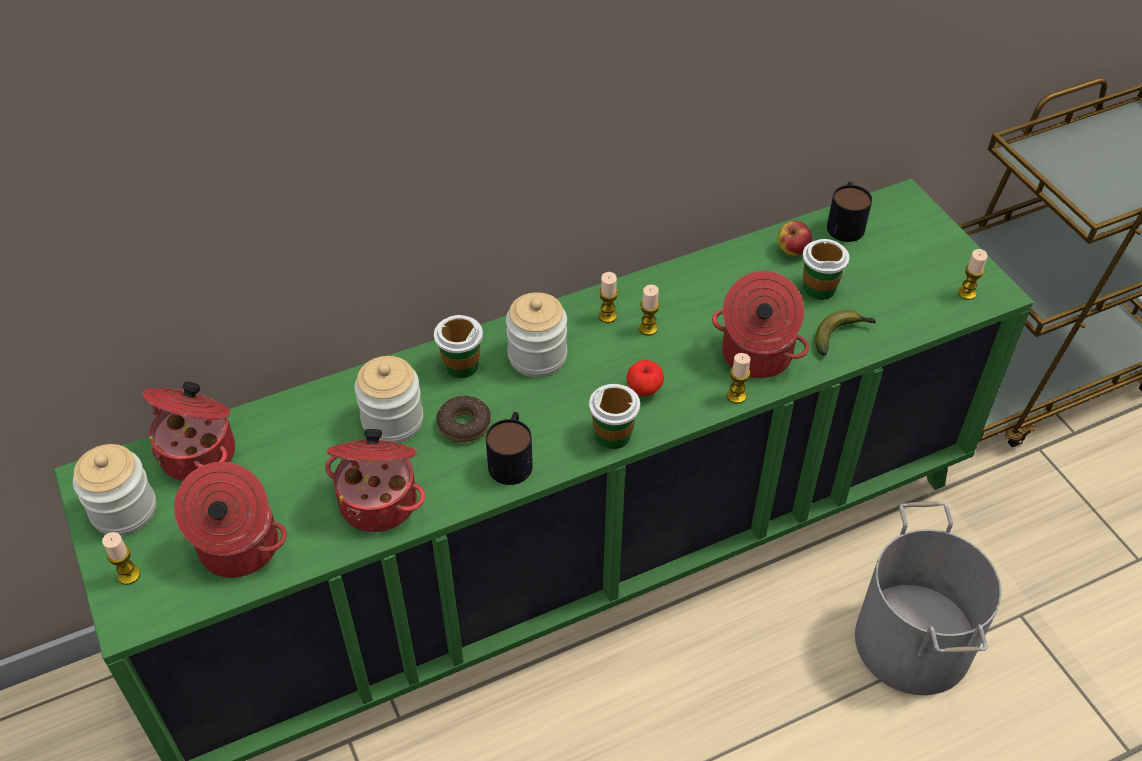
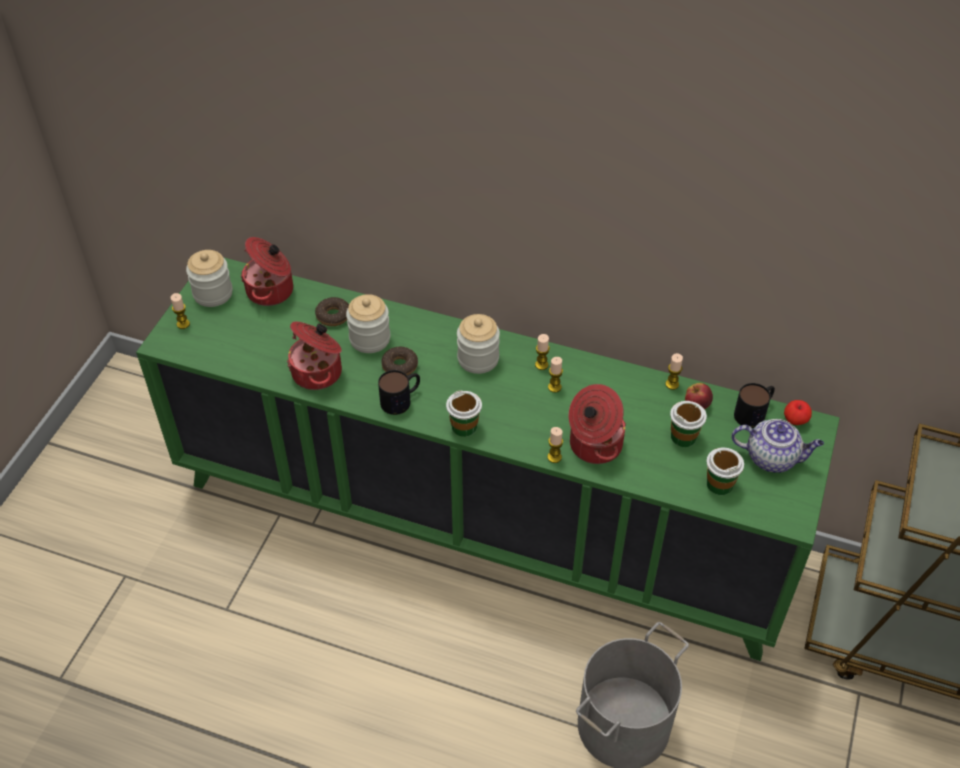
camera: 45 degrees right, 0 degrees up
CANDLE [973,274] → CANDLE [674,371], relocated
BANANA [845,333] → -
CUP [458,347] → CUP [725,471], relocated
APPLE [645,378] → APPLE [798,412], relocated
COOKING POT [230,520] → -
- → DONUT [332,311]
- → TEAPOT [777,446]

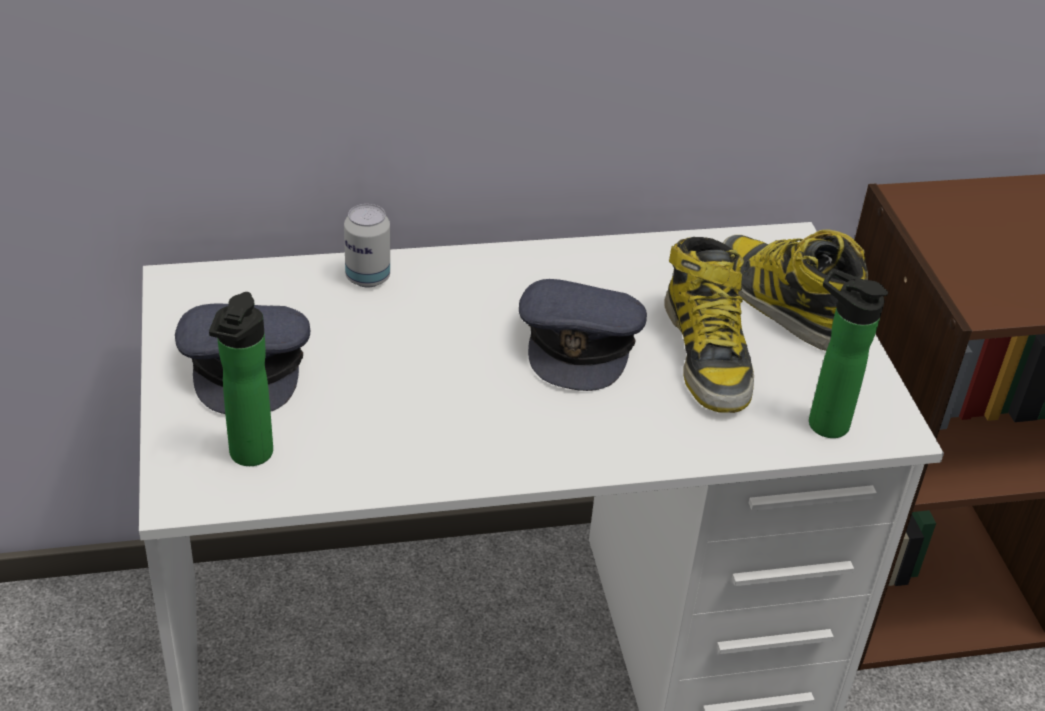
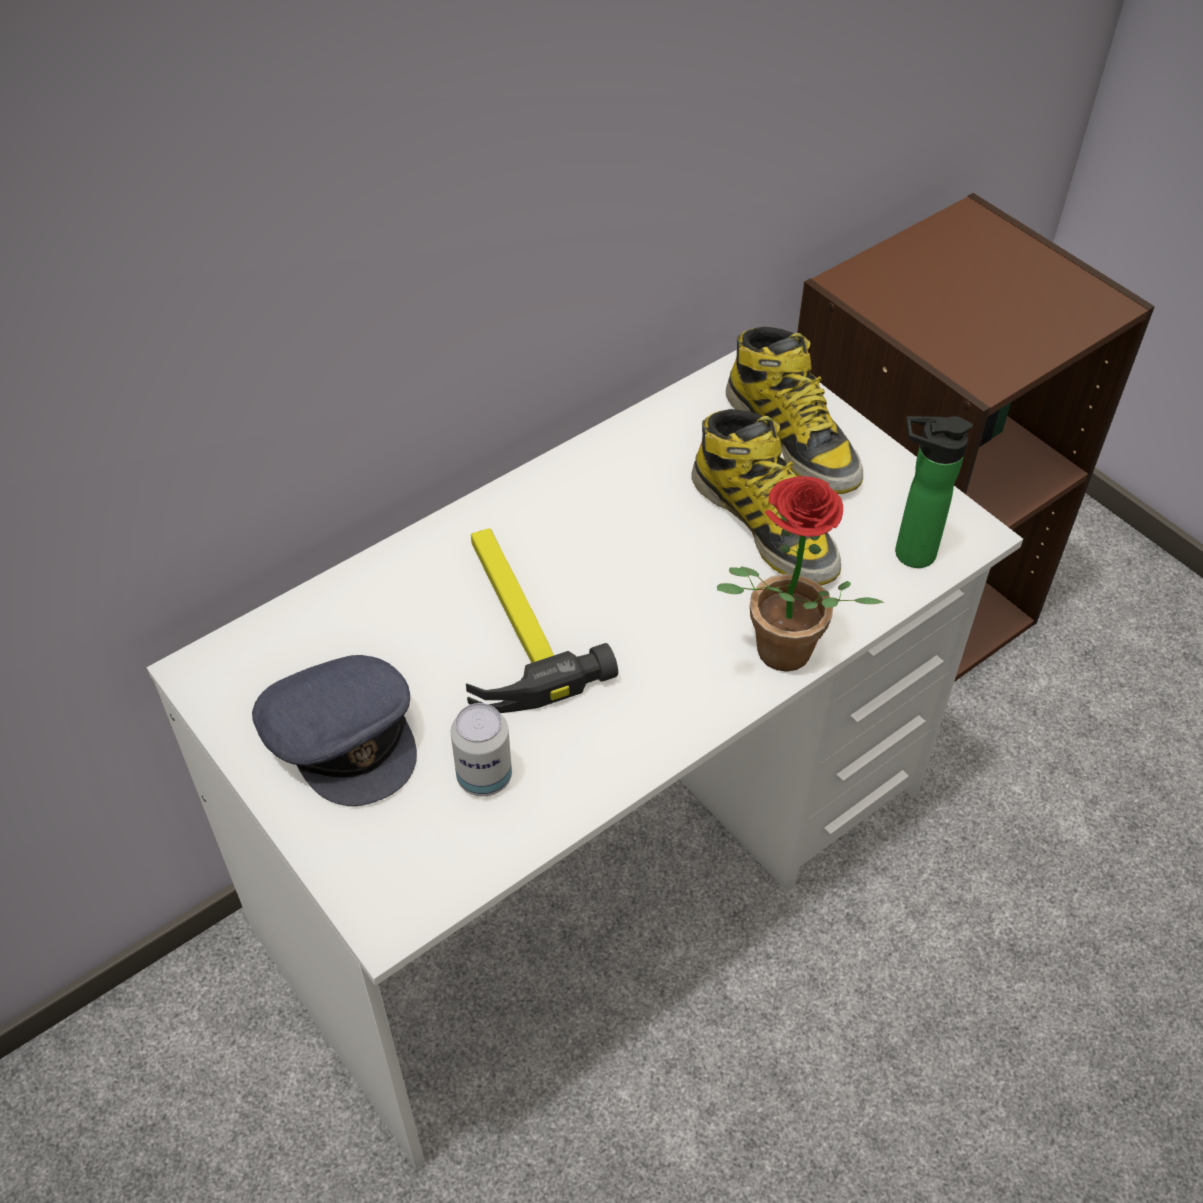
camera: 25 degrees left, 10 degrees up
CAN [367,245] → CAN [481,749], relocated
BOOT [795,290] → BOOT [794,410], 150 degrees counterclockwise
GREY CAP [583,335] → -
BOTTLE [241,379] → -
- → POTTED PLANT [800,574]
- → HAMMER [542,620]

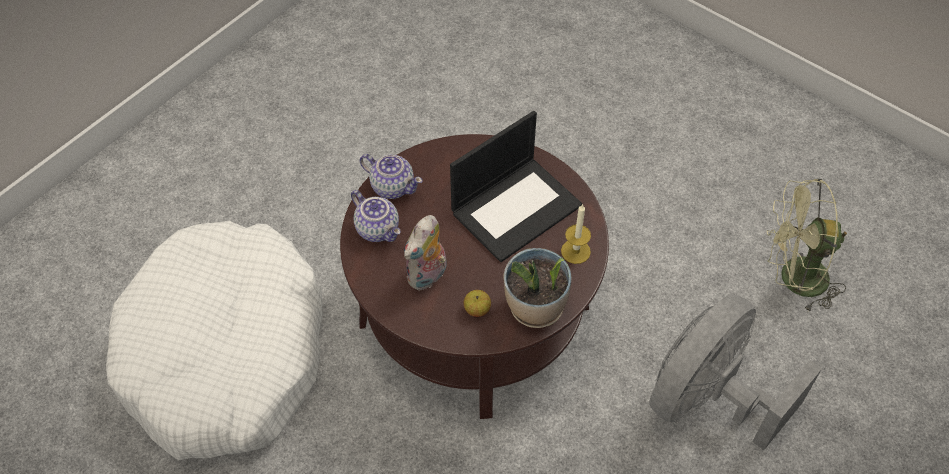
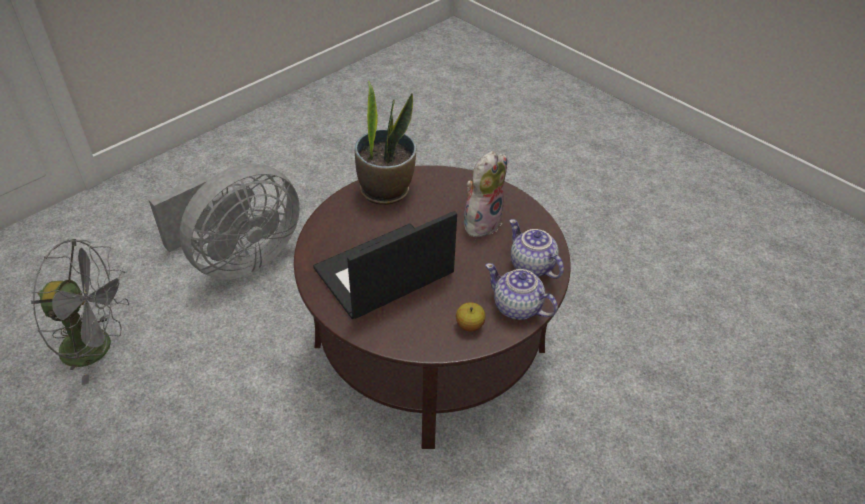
camera: 175 degrees left, 10 degrees down
GREEN FAN [807,246] → GREY FAN [80,312]
CANDLE [576,234] → -
WHITE DOG BED [214,340] → -
APPLE [477,303] → APPLE [471,316], relocated

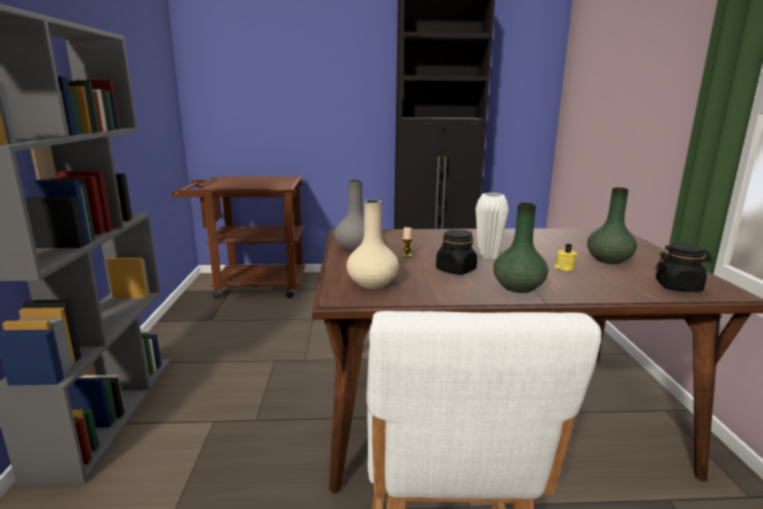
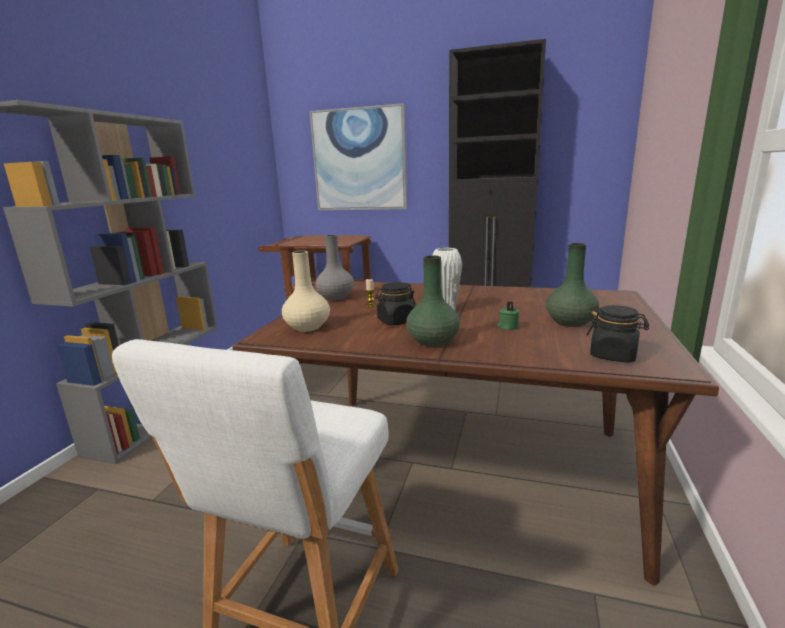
camera: 20 degrees right, 0 degrees up
YELLOW CANDLE [565,257] → GREEN CANDLE [508,315]
- → PICTURE [358,156]

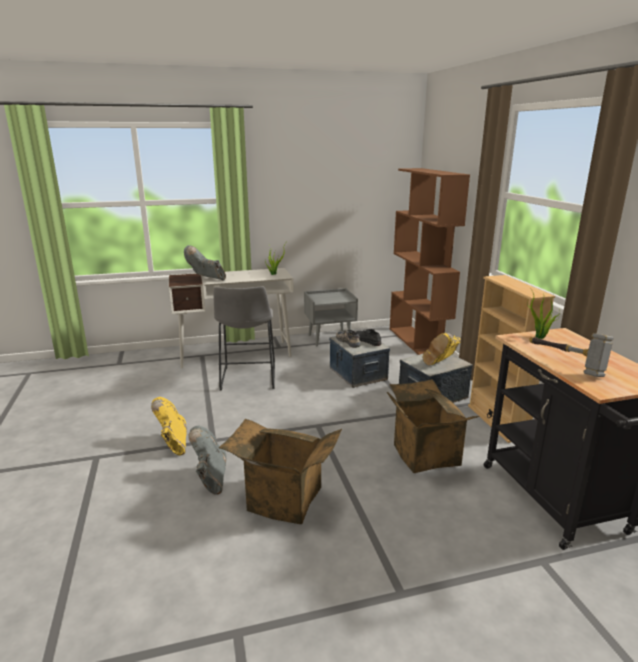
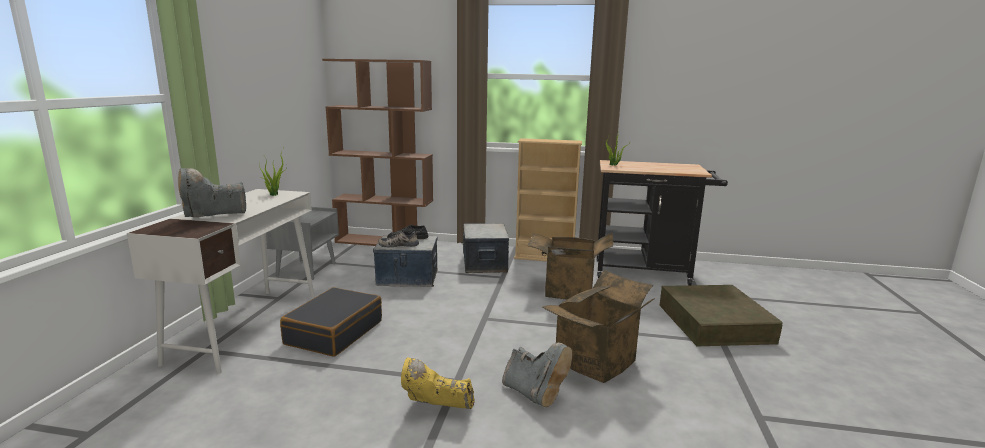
camera: 65 degrees left, 5 degrees down
GREY STOOL [244,338] → BLACK SUITCASE [331,322]
YELLOW BOOT [442,349] → -
HAMMER [571,355] → -
GREY BOOT [207,460] → GREY BOOT [537,375], 150 degrees counterclockwise
- → BROWN STORAGE BOX [721,316]

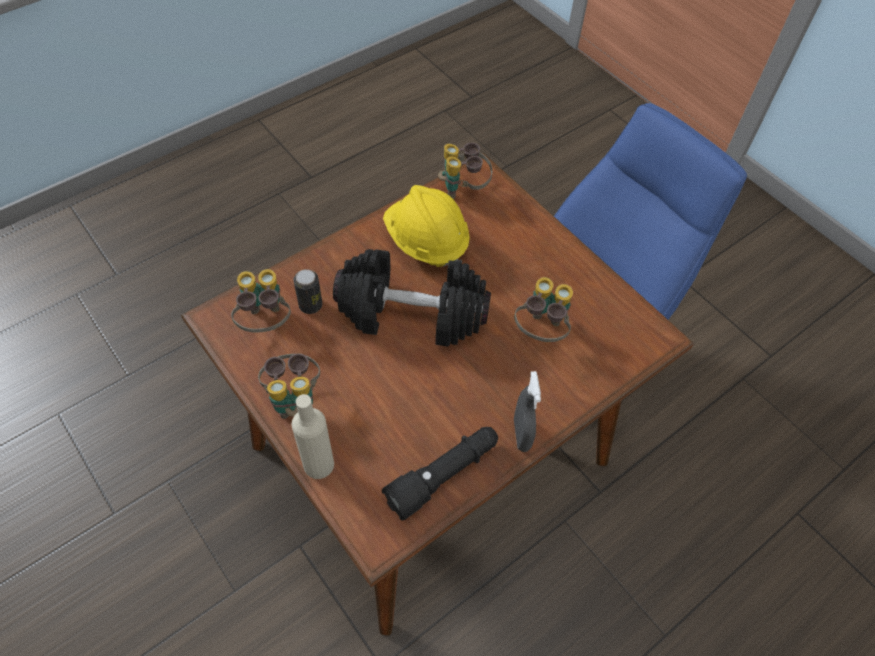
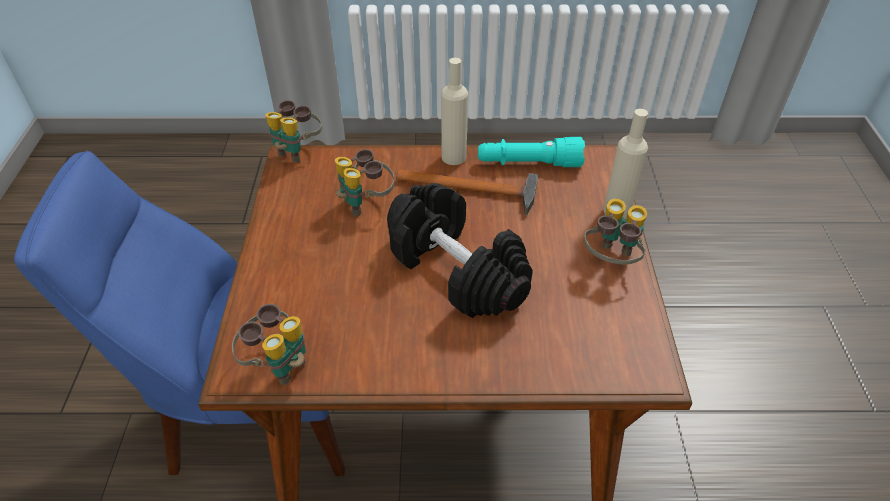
camera: 140 degrees left, 10 degrees down
YELLOW HARD HAT [426,226] → -
BINOCULARS [261,301] → BINOCULARS [293,131], relocated
CAN [307,291] → -
GREY SPRAY BOTTLE [527,411] → BEIGE BOTTLE [454,111]
BLACK FLASHLIGHT [440,474] → TURQUOISE FLASHLIGHT [531,152]
- → HAMMER [467,192]

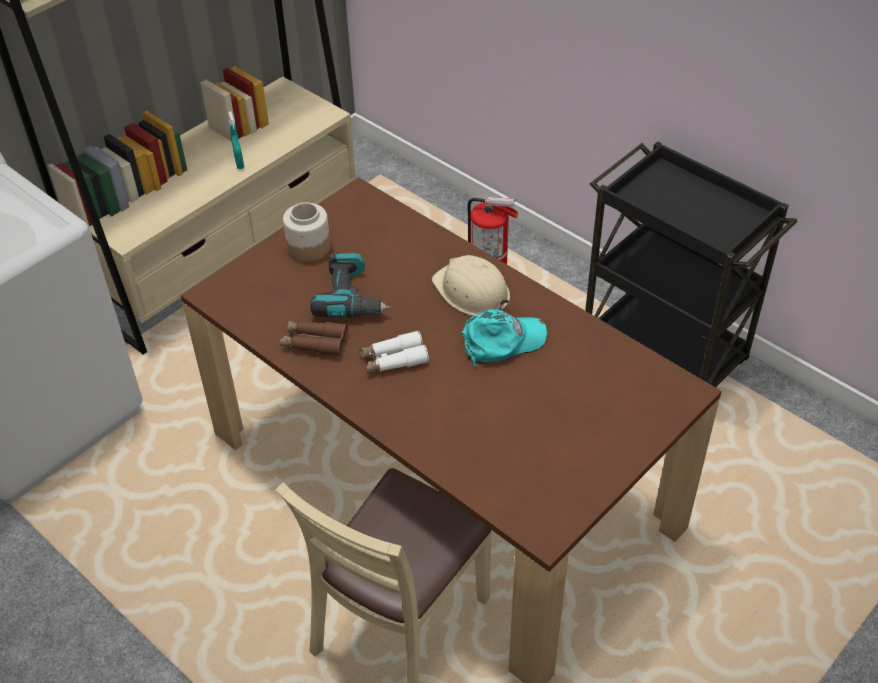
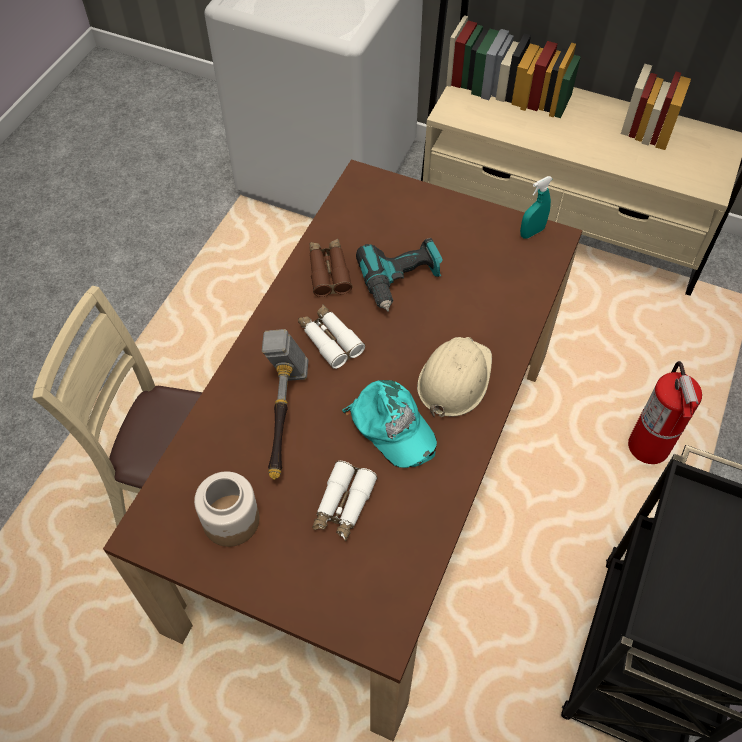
camera: 70 degrees right, 10 degrees up
TURQUOISE SPRAY BOTTLE [236,140] → TURQUOISE SPRAY BOTTLE [536,207], relocated
JAR [306,232] → JAR [226,509], relocated
- → HAMMER [285,404]
- → WHITE BINOCULARS [345,501]

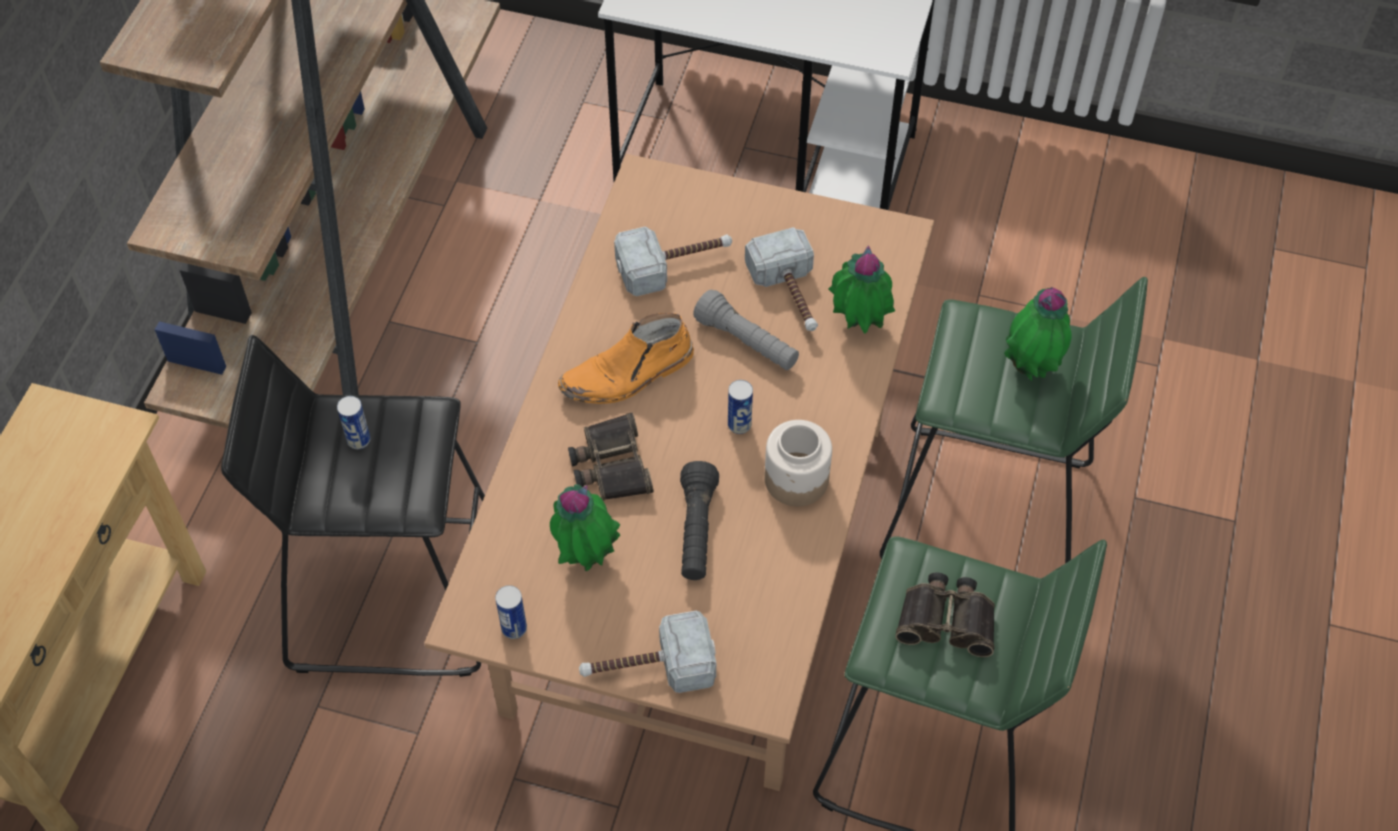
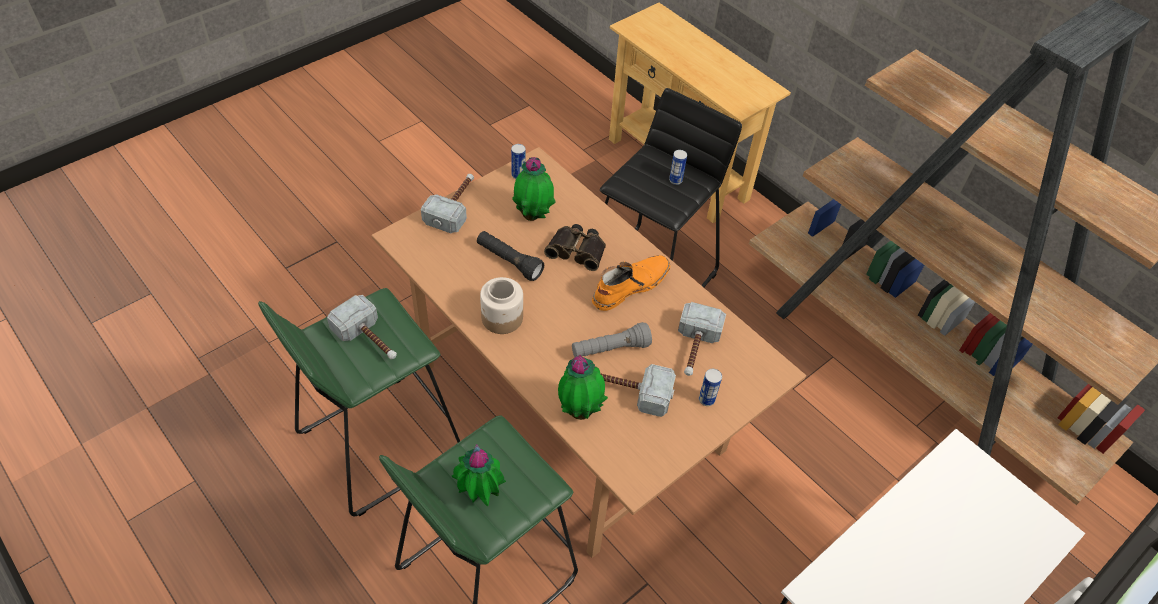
camera: 120 degrees right, 5 degrees down
ORANGE BOOT [626,358] → ORANGE BOOT [631,283], 45 degrees clockwise
CAN [740,407] → CAN [710,387], relocated
BINOCULARS [945,614] → HAMMER [362,327]

